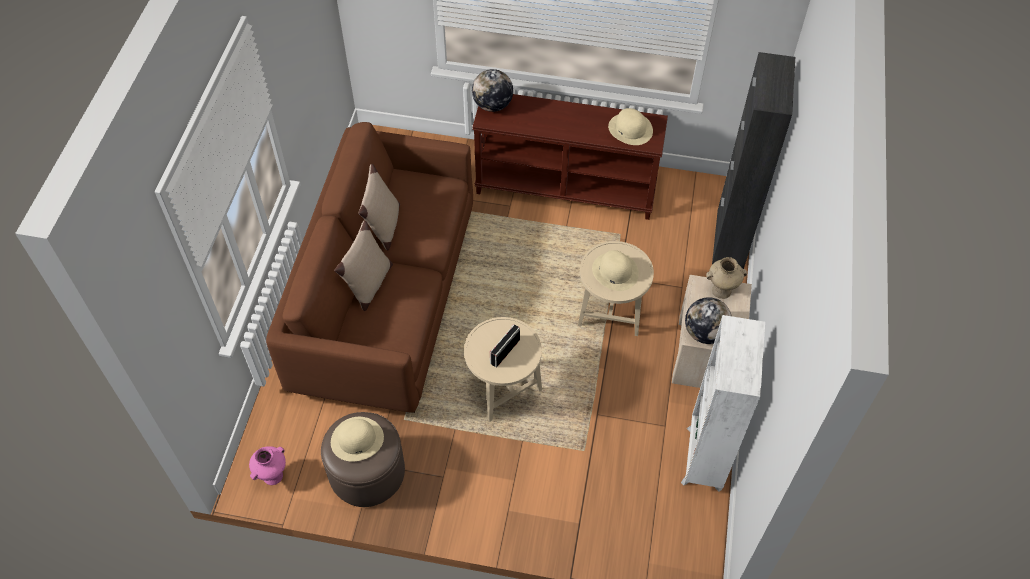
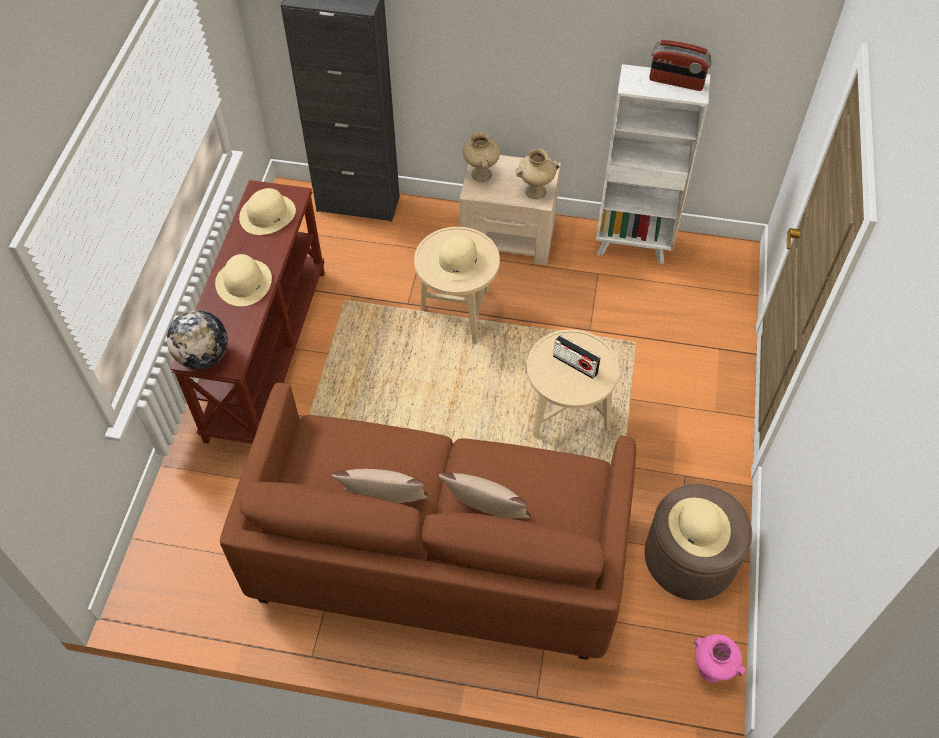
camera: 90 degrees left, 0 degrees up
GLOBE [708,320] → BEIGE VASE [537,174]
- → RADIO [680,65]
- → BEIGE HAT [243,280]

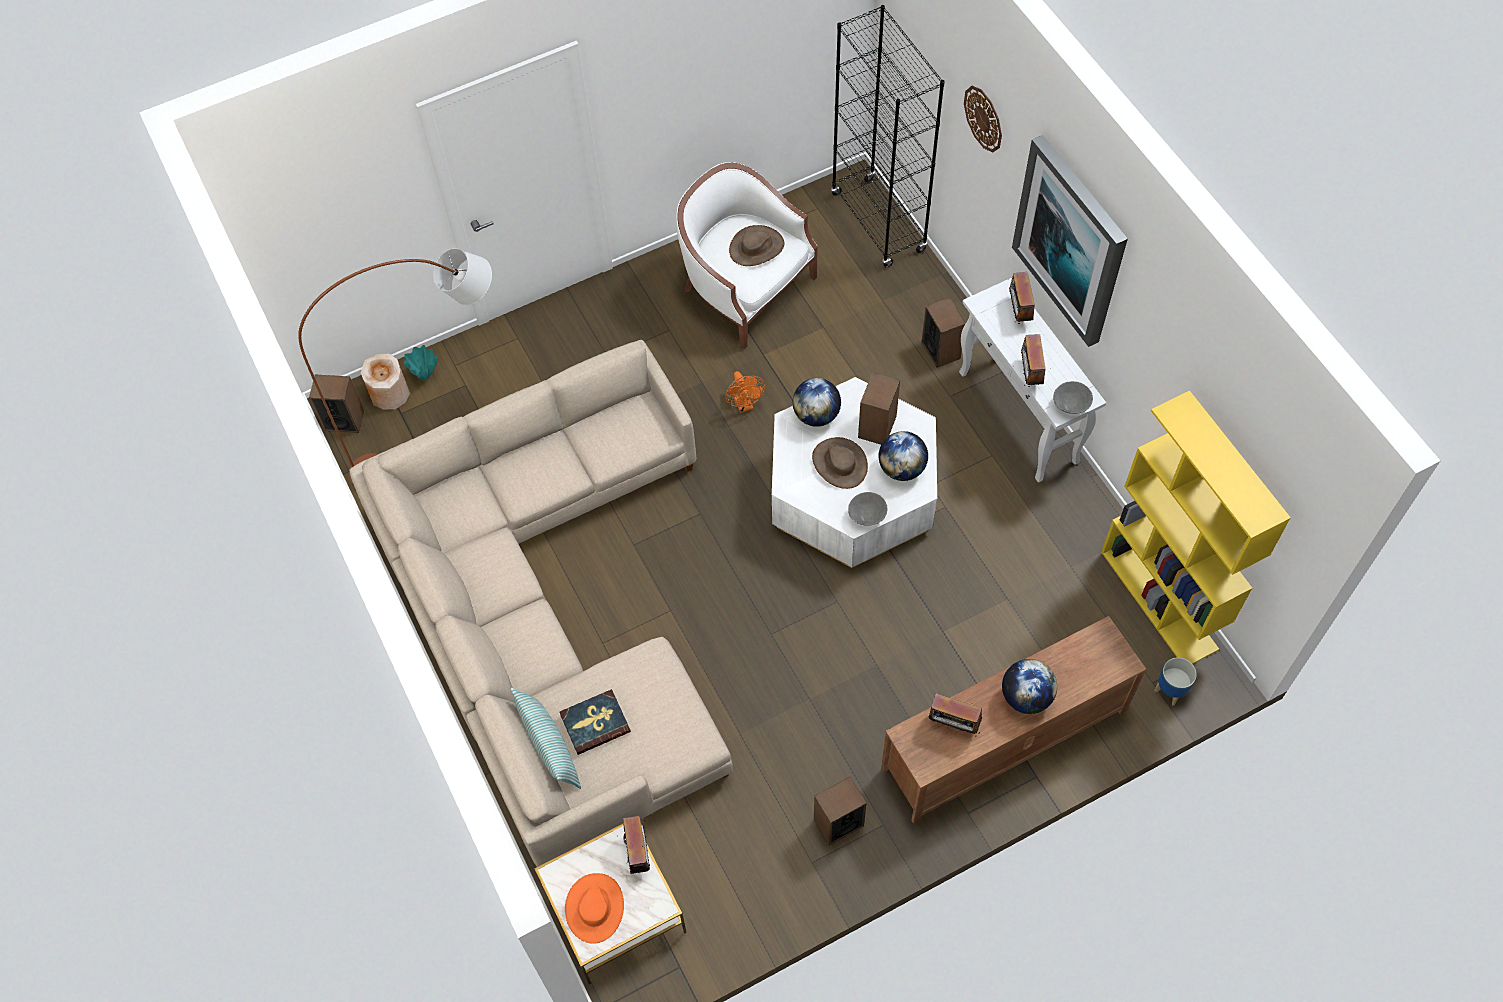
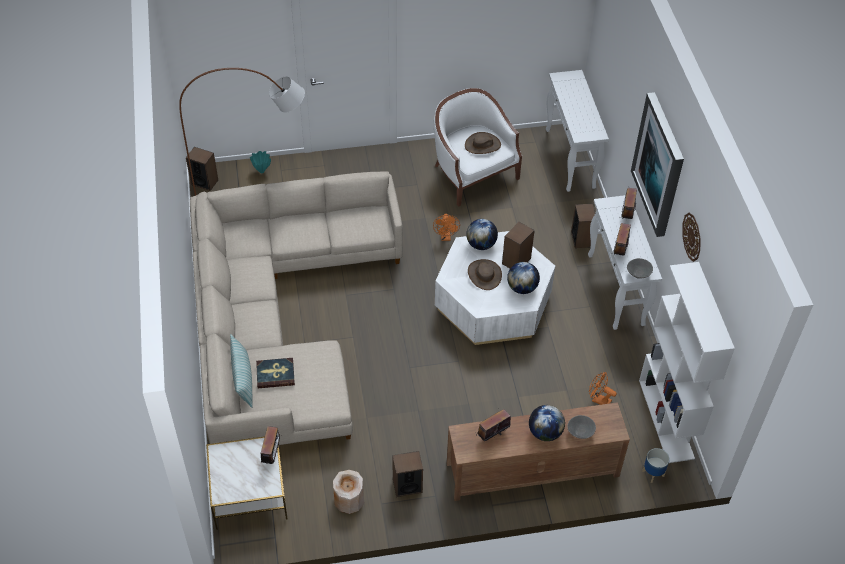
camera: 15 degrees right, 10 degrees down
BLACK BOOKCASE [888,136] → WHITE CONSOLE TABLE [577,131]
WALL CLOCK [983,119] → WALL CLOCK [691,237], relocated
BEIGE VASE [385,382] → BEIGE VASE [348,492], relocated
YELLOW BOOKCASE [1196,527] → WHITE BOOKCASE [687,362]
GREY BOWL [867,509] → GREY BOWL [581,427], relocated
RADIO [955,715] → RADIO [493,425], 105 degrees clockwise
ORANGE HAT [594,908] → -
- → ORANGE FAN [603,388]

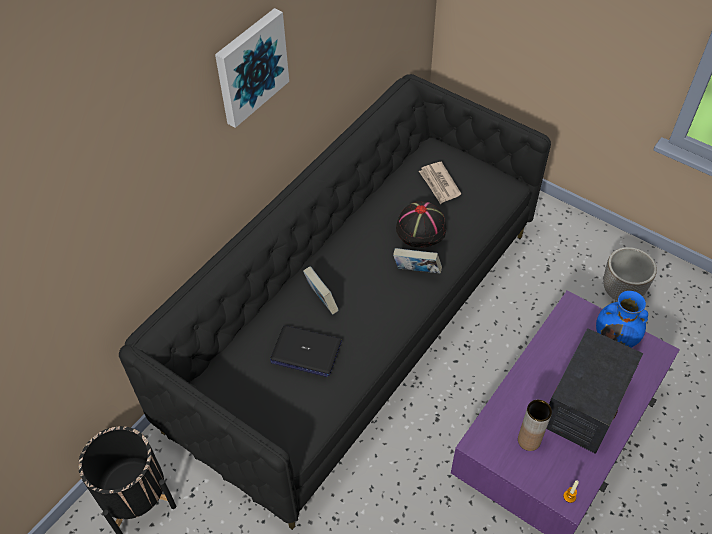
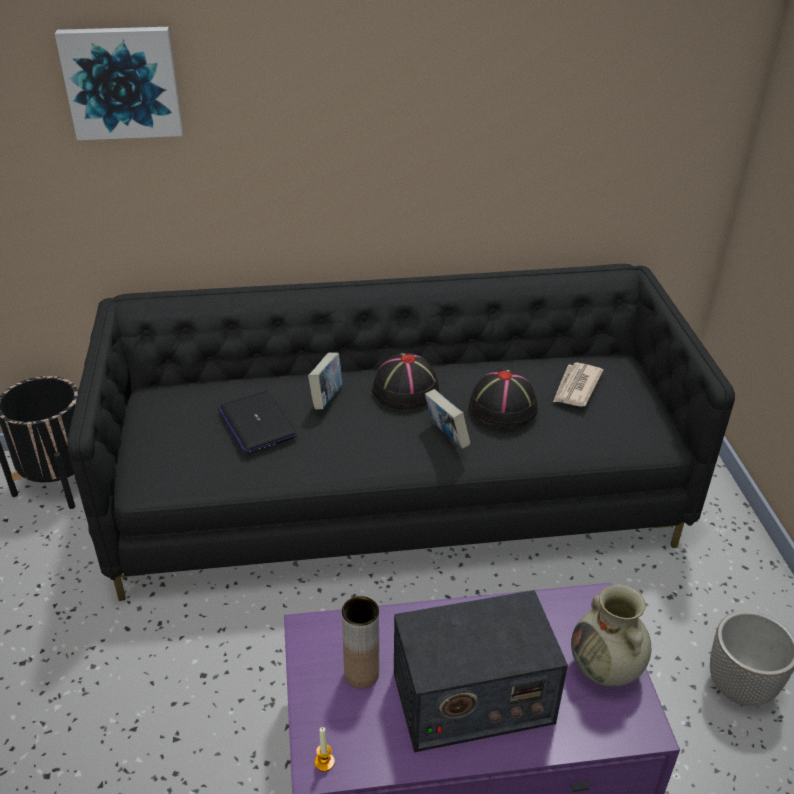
camera: 45 degrees right, 15 degrees down
PICTURE [252,68] → PICTURE [119,83], relocated
BLUE VASE [622,319] → BEIGE VASE [611,635]
- → BLACK HAT [405,381]

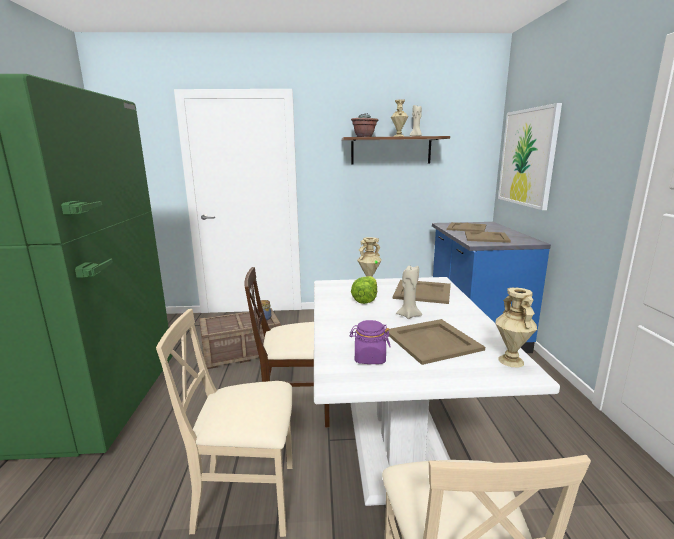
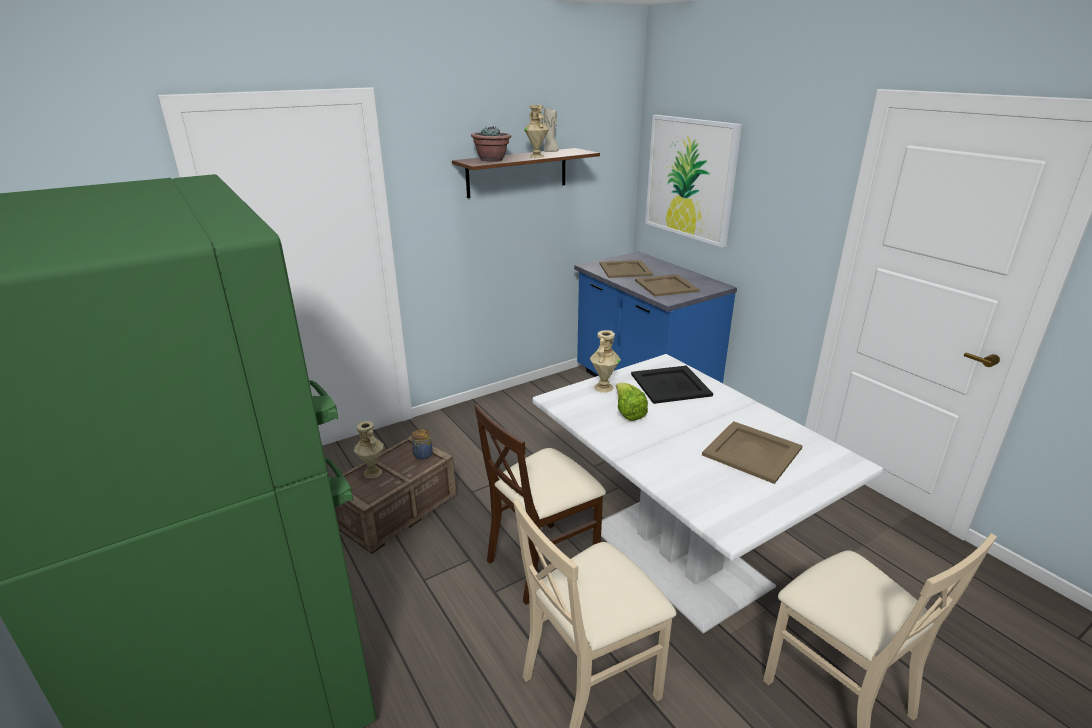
camera: 30 degrees left, 10 degrees up
BEIGE CANDLE [409,292] → -
BEIGE TRAY [422,292] → BLACK TRAY [672,384]
BEIGE VASE [516,327] → BEIGE VASE [369,450], relocated
PURPLE JAR [370,342] → -

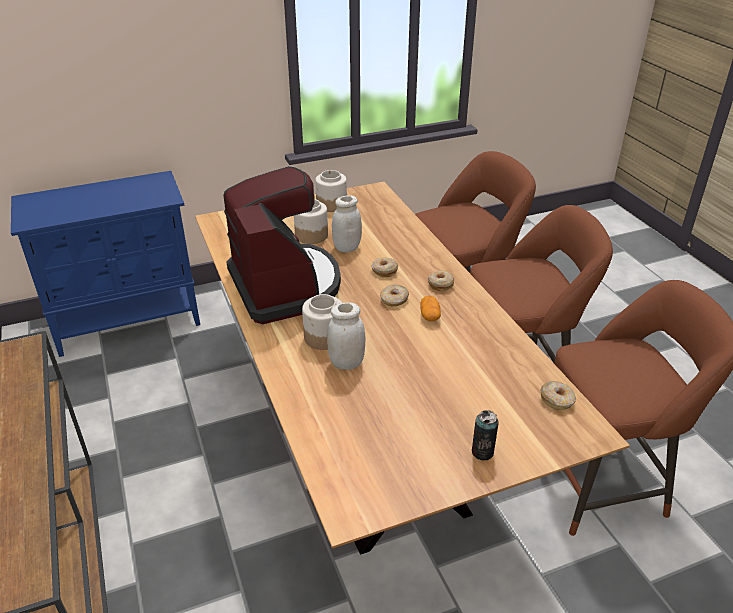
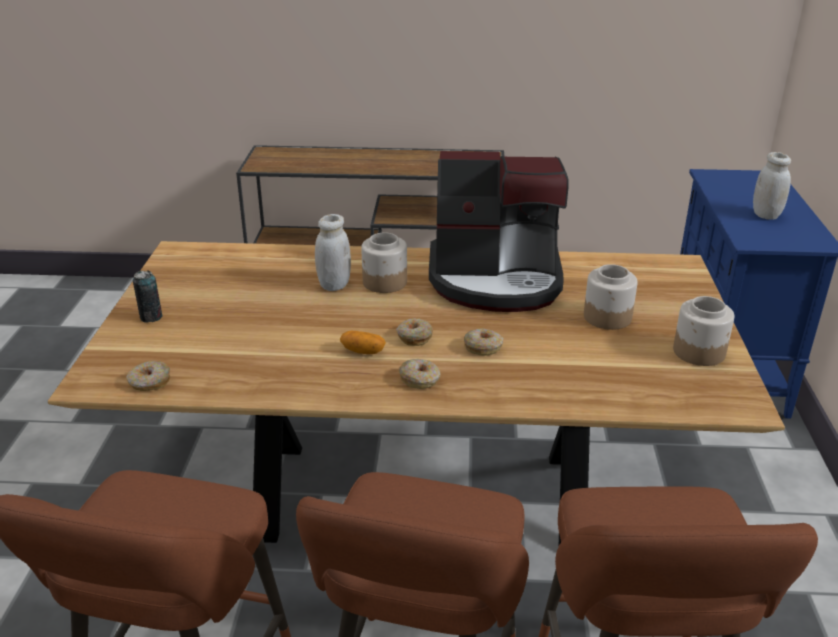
camera: 115 degrees right, 5 degrees down
WHITE JAR [347,223] → WHITE JAR [772,185], relocated

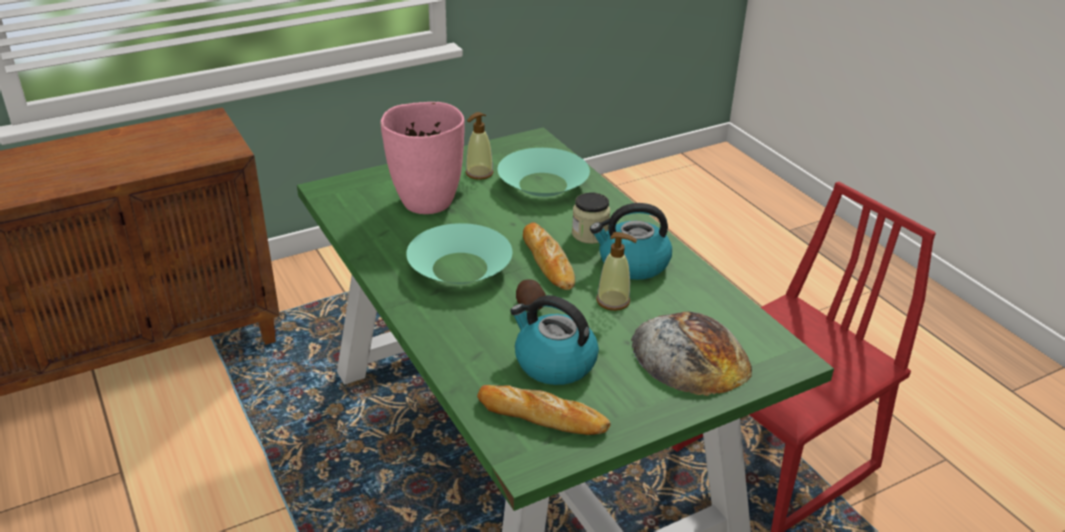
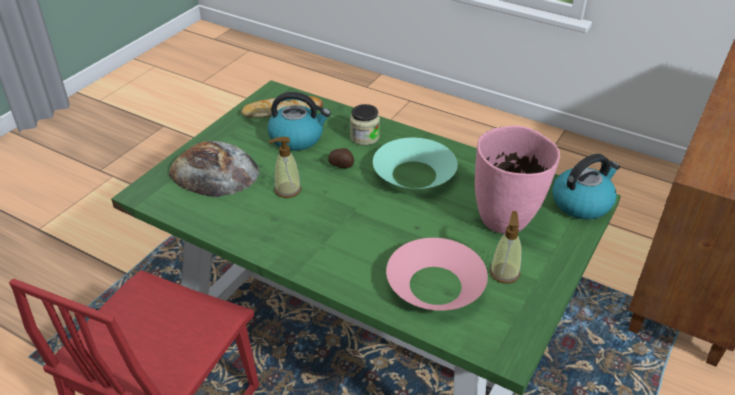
camera: 150 degrees right, 5 degrees up
TURQUOISE BOWL [544,172] → PINK BOWL [437,274]
JAR [591,218] → JAR [365,124], relocated
KETTLE [631,241] → KETTLE [586,187], relocated
BREAD [549,256] → -

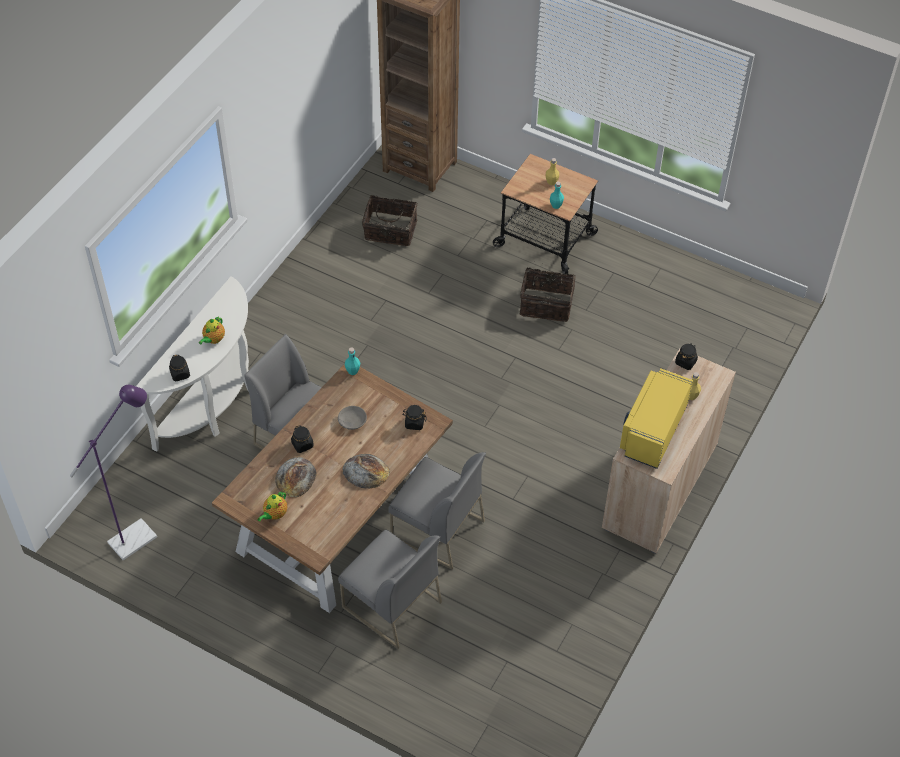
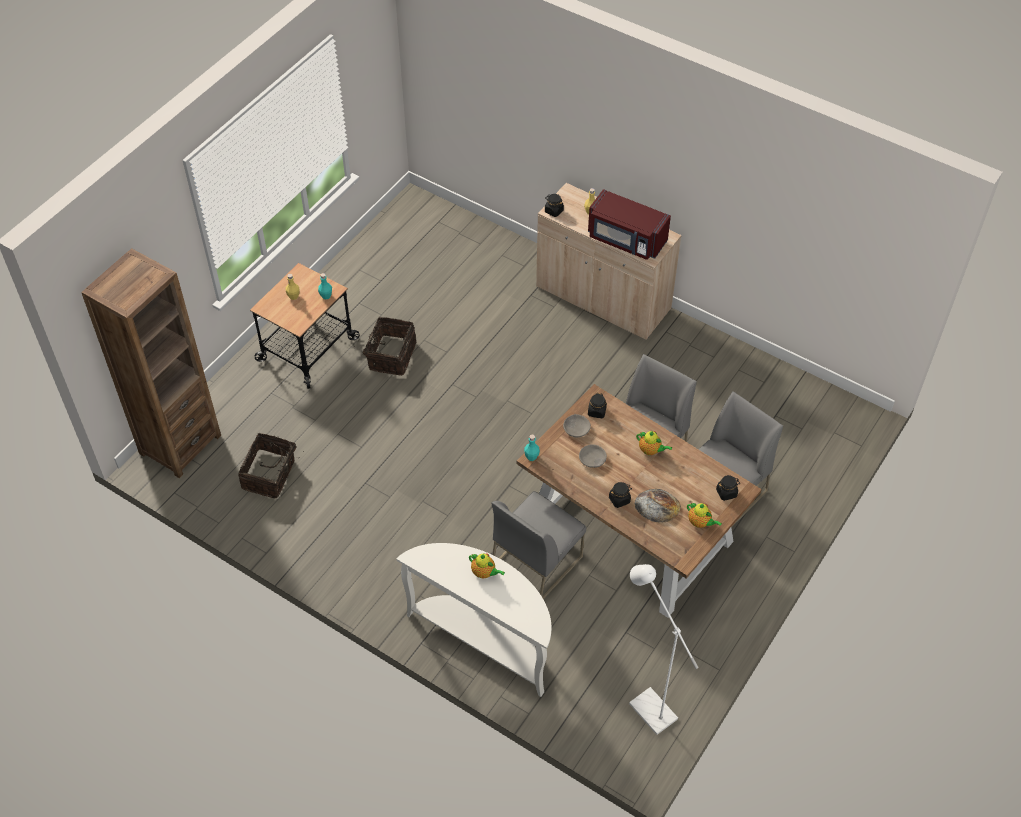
camera: 85 degrees left, 0 degrees up
BLACK JAR [179,367] → BLACK JAR [728,488], relocated
YELLOW MICROWAVE [656,418] → RED MICROWAVE [629,224]
PURPLE FLOOR LAMP [113,472] → WHITE FLOOR LAMP [664,649]
BREAD [366,471] → TEAPOT [654,443]
- → GREY BOWL [577,425]

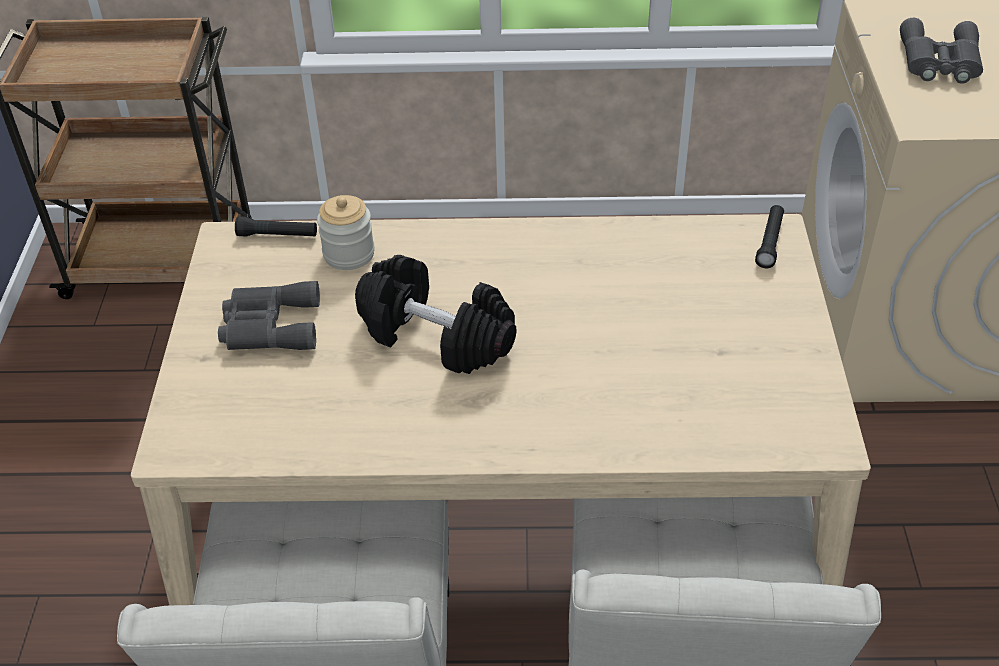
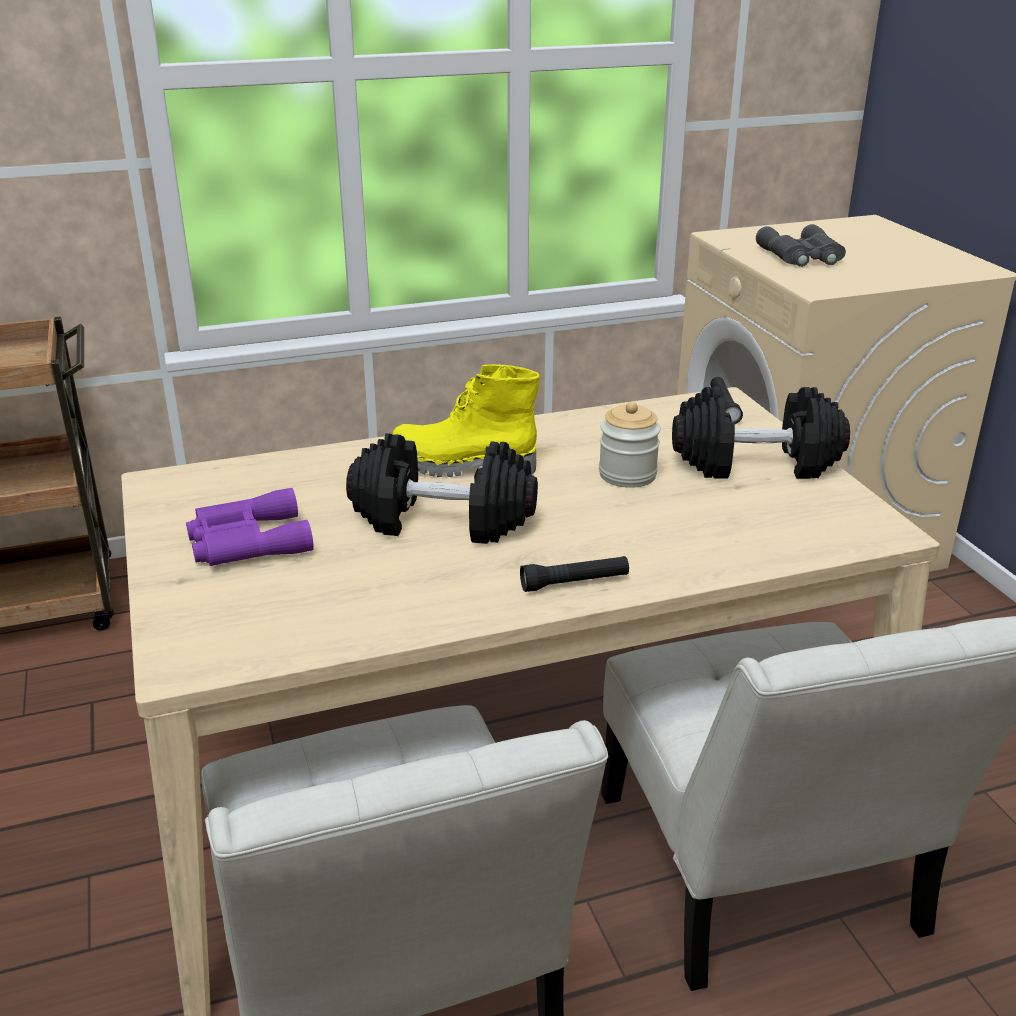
camera: 20 degrees left, 15 degrees down
JAR [346,232] → JAR [630,445], relocated
BLACK FLASHLIGHT [276,227] → BLACK FLASHLIGHT [574,574], relocated
GREY BINOCULARS [269,315] → PURPLE BINOCULARS [250,527]
- → YELLOW BOOT [466,420]
- → BLACK DUMBBELL [761,433]

